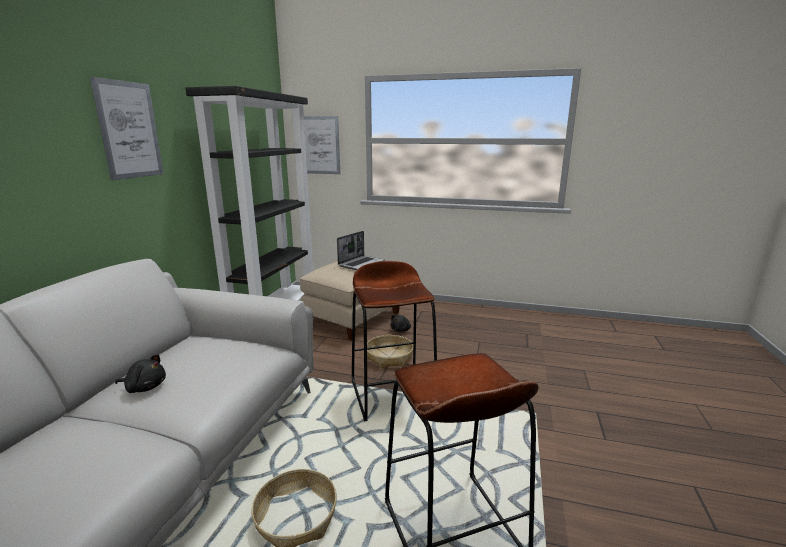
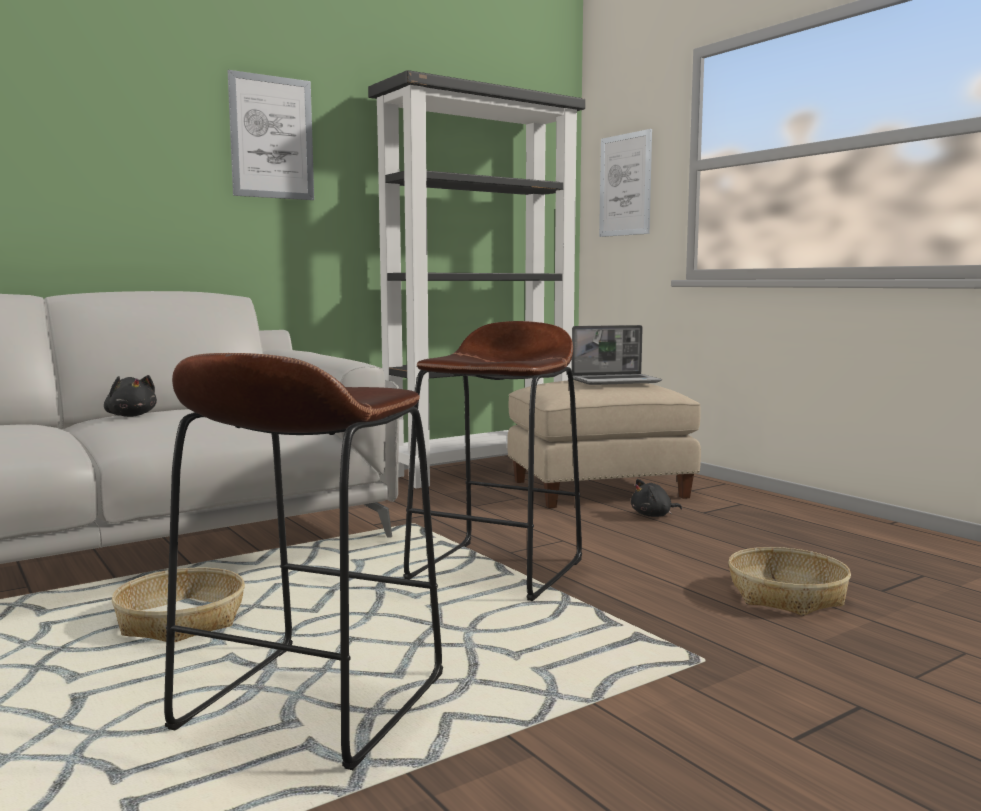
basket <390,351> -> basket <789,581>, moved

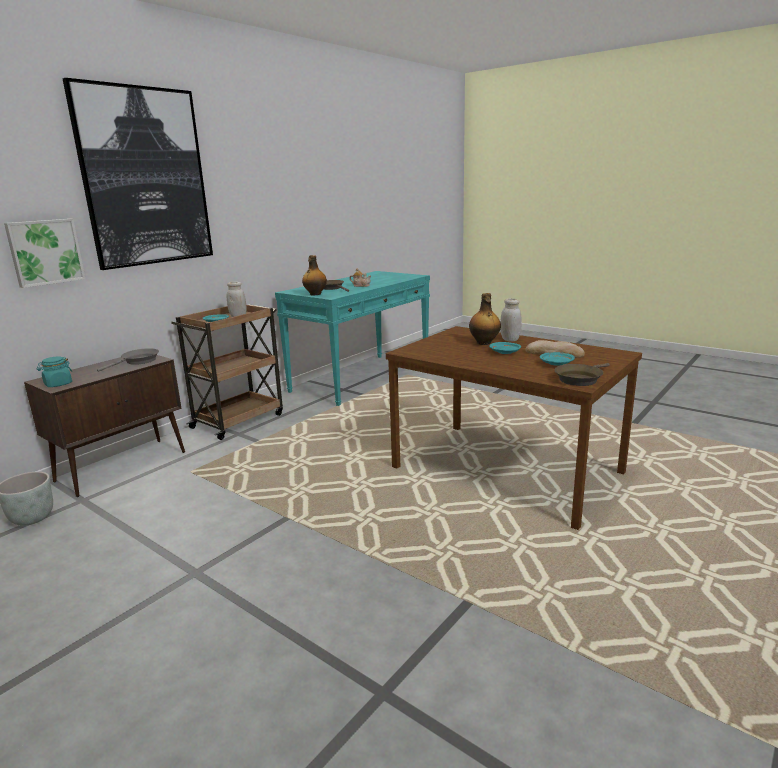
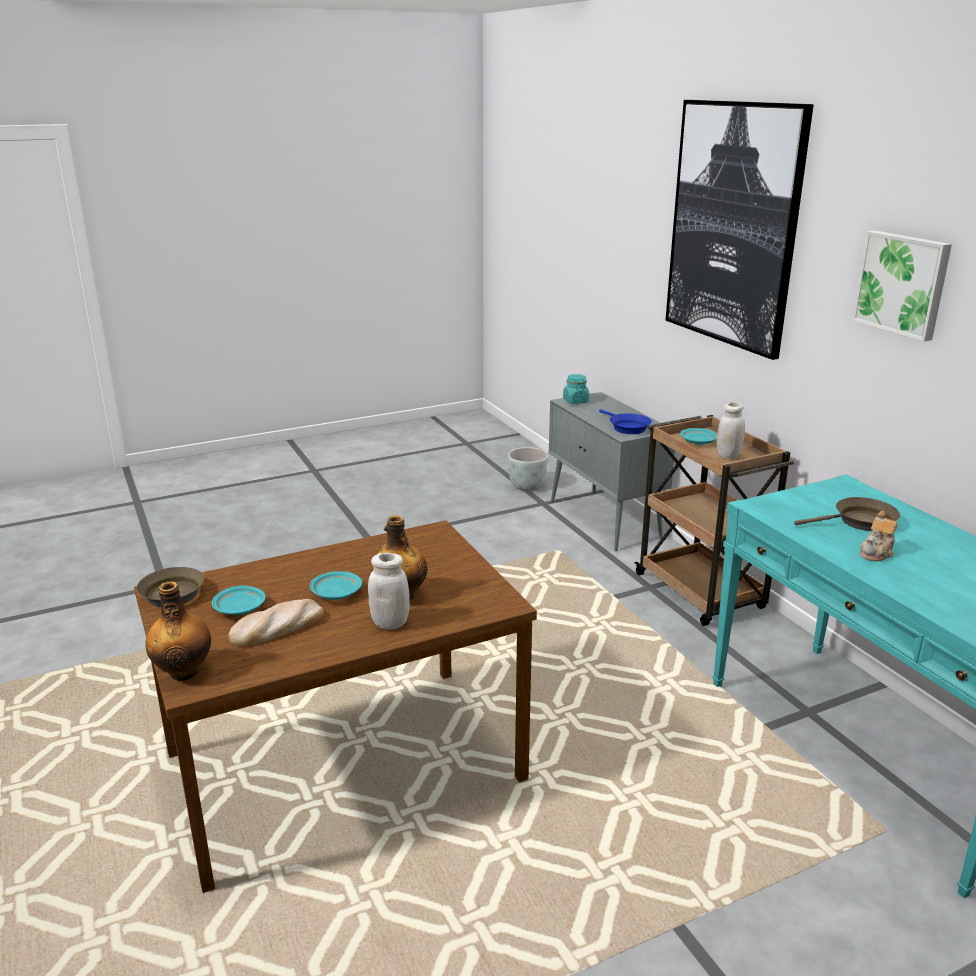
wall art <45,253> -> wall art <902,285>, moved
brown cabinet <104,426> -> grey cabinet <612,471>
grey frying pan <128,360> -> bluish frying pan <625,421>
beverage bottle <314,275> -> beverage bottle <178,631>, moved

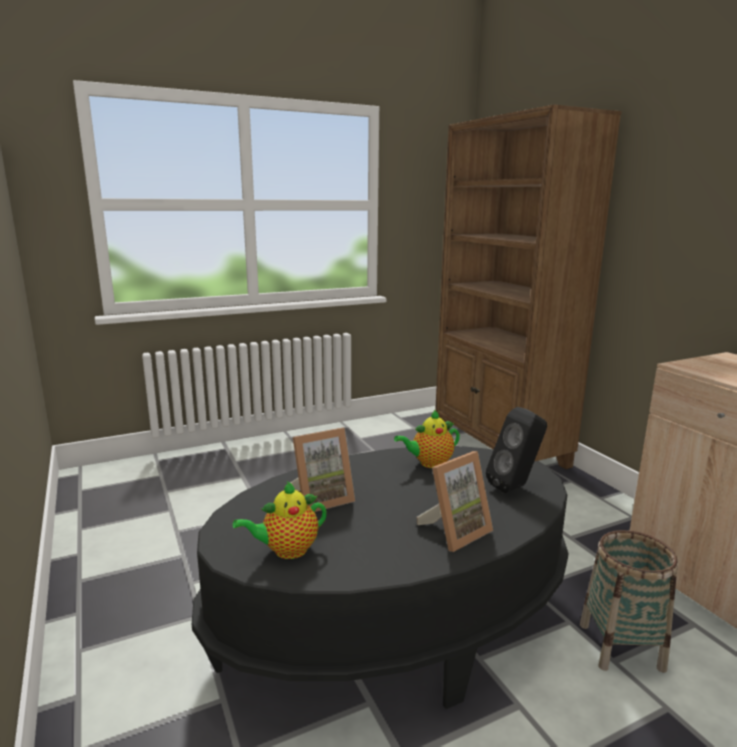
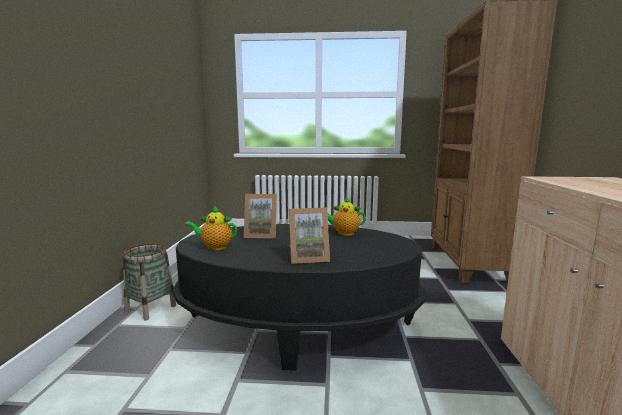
black-coloured audio speaker <516,450> -> none
basket <629,601> -> basket <149,282>, moved

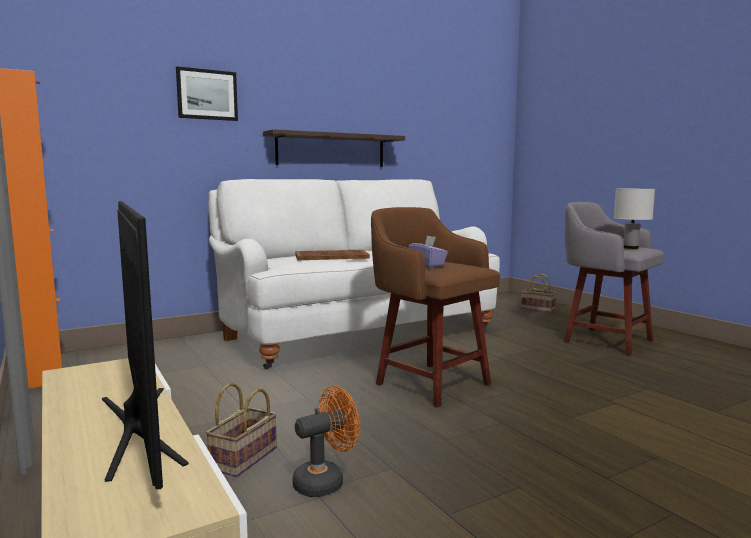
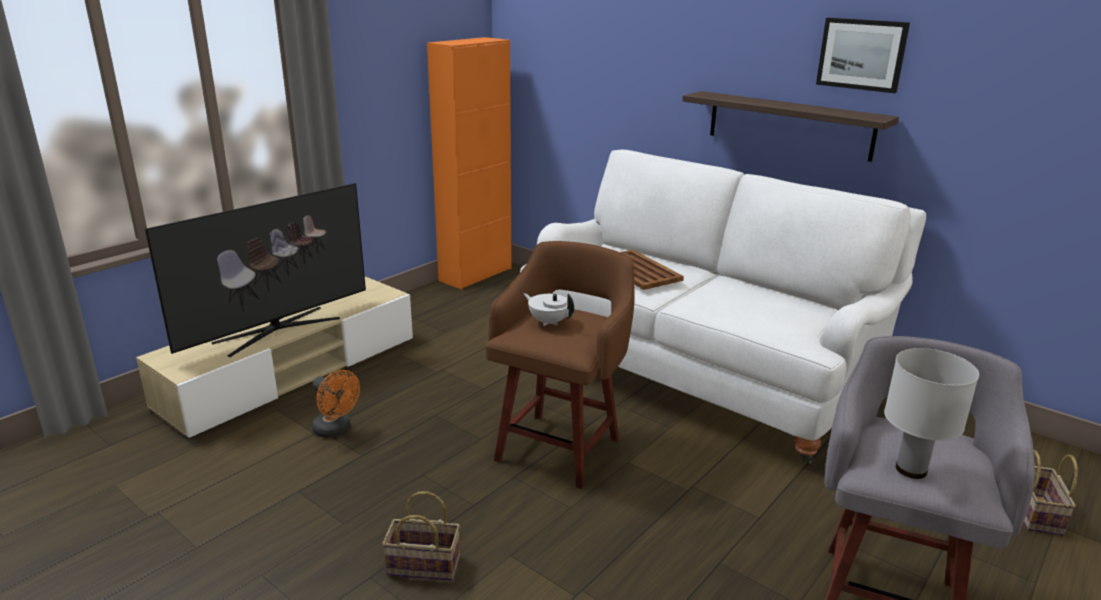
wall art <207,93> -> wall art <863,55>, moved
basket <241,430> -> basket <421,536>, moved
purple tissue holder <428,251> -> whitish pot for tea <549,309>

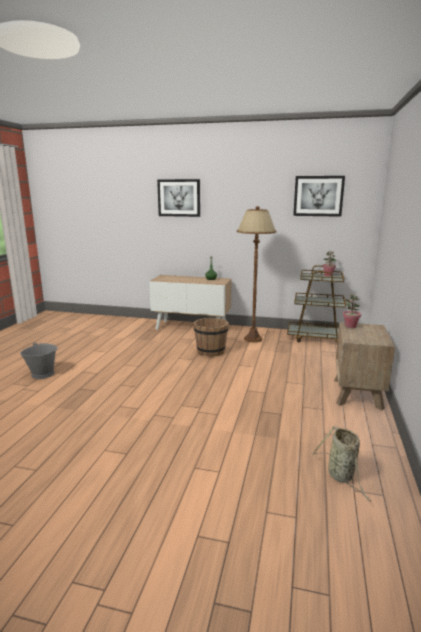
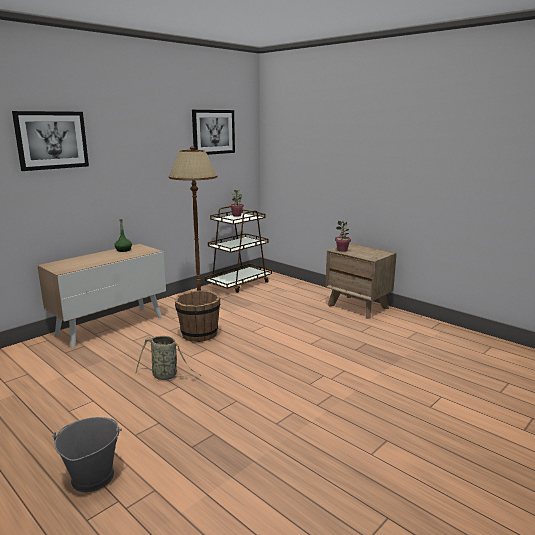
basket <341,463> -> basket <168,358>, moved

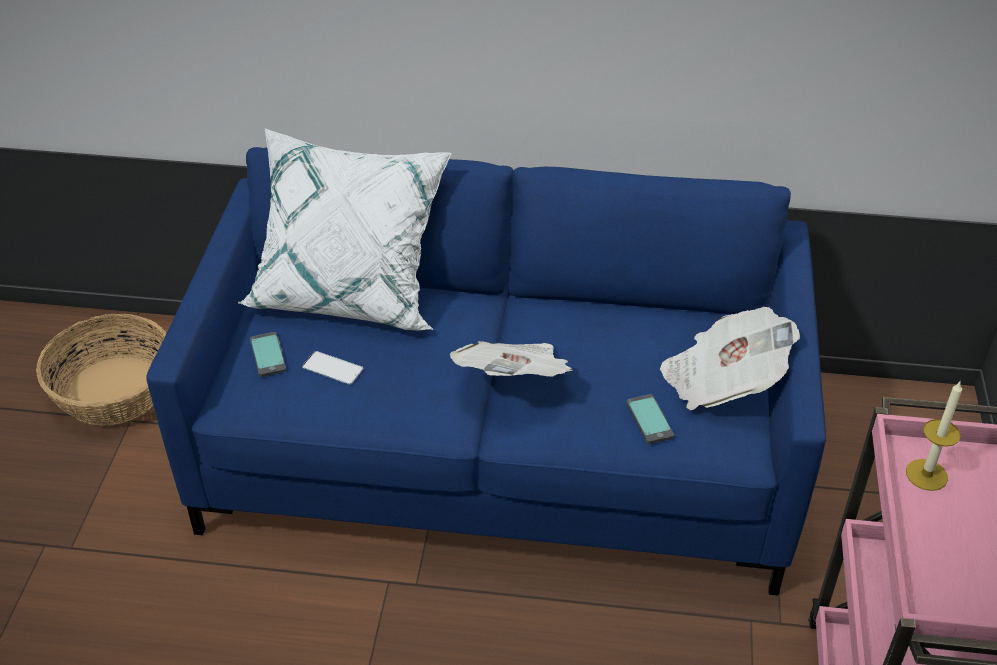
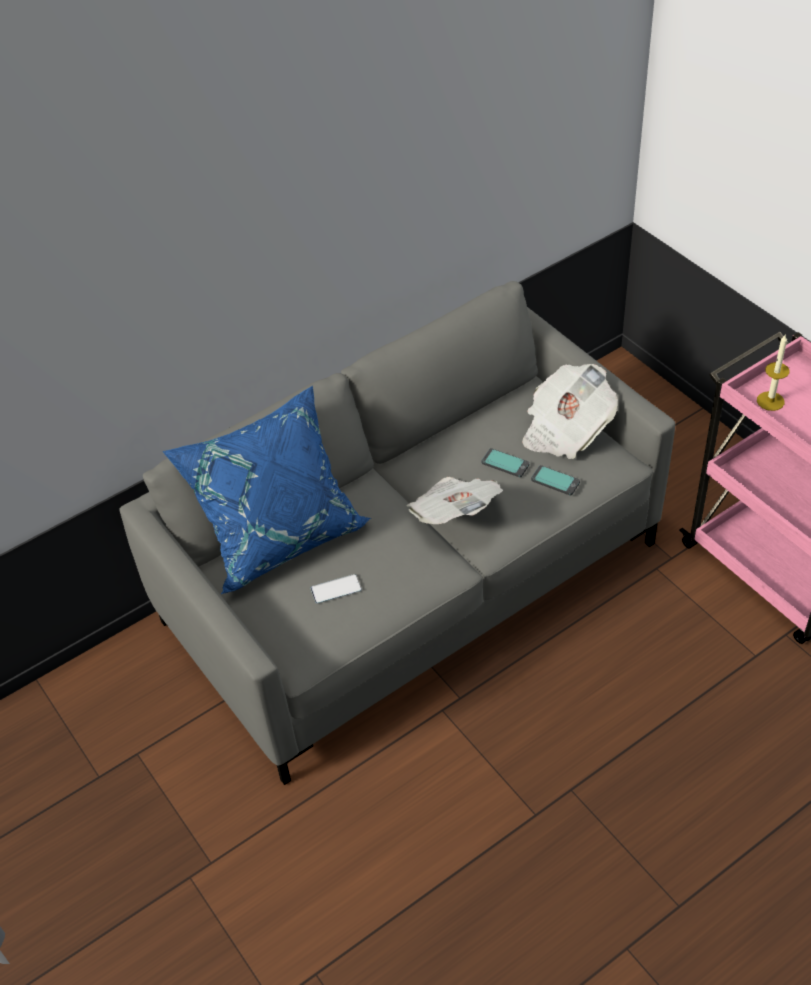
basket <101,370> -> none
bluish couch <486,371> -> grey couch <397,533>
whitish pillow <345,230> -> bluish pillow <266,489>
telephone <268,354> -> telephone <505,462>, moved

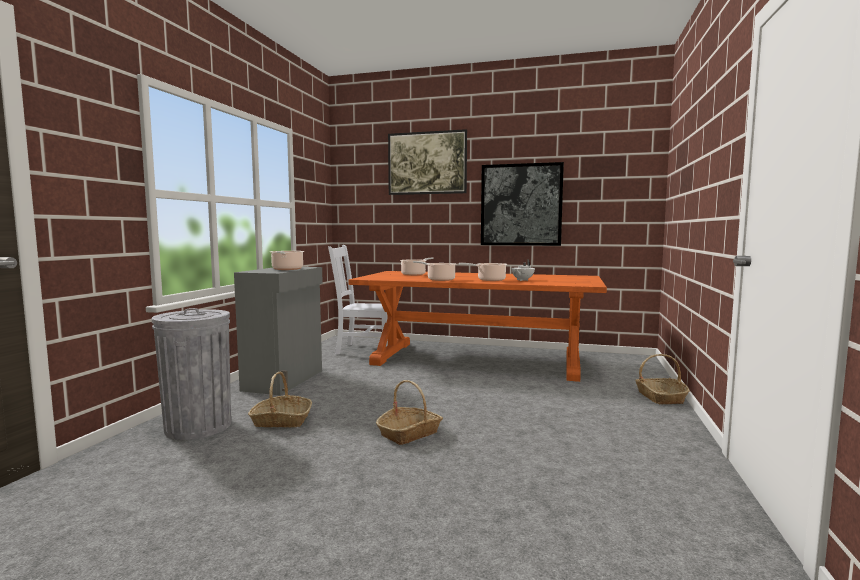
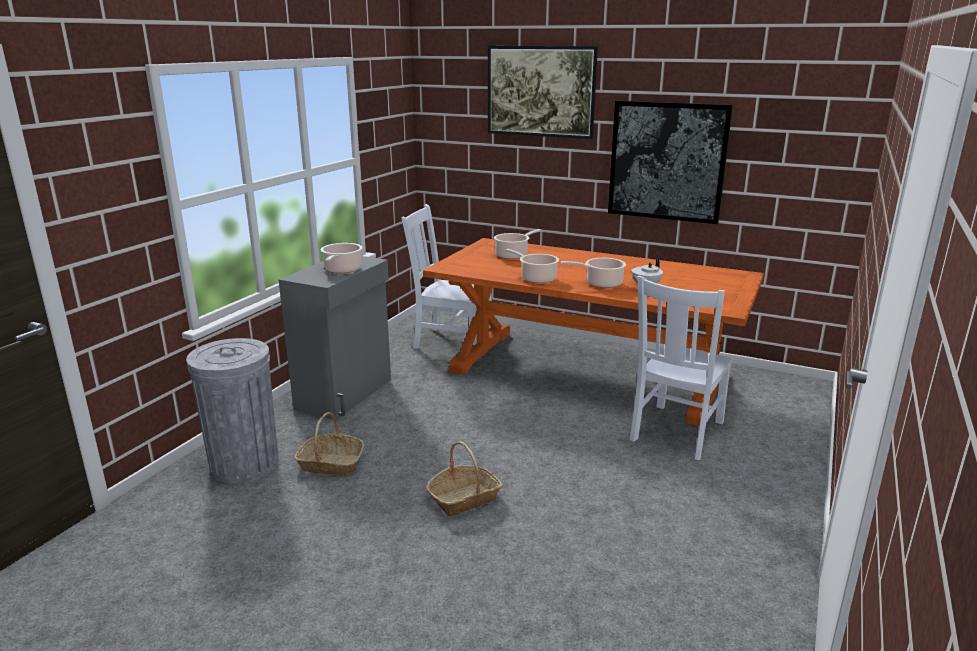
basket <662,379> -> none
none -> whitish chair <681,368>

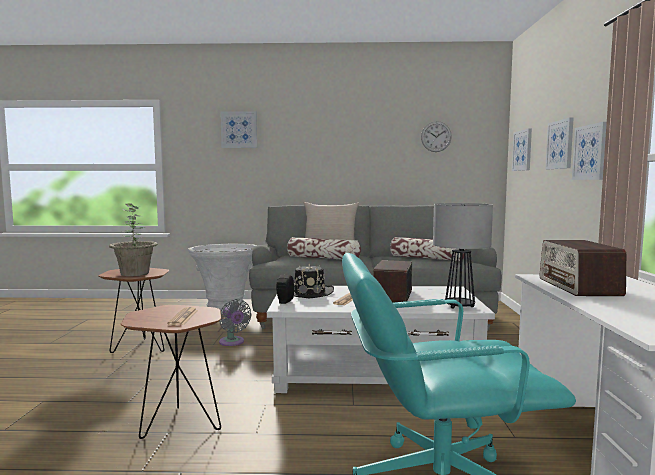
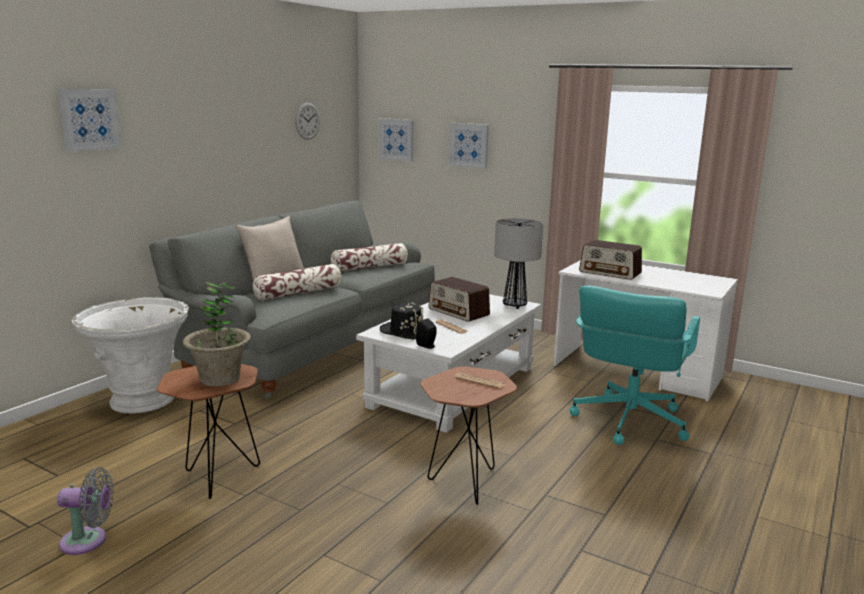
grey fan <235,322> -> grey fan <85,511>, moved
wall art <589,151> -> none

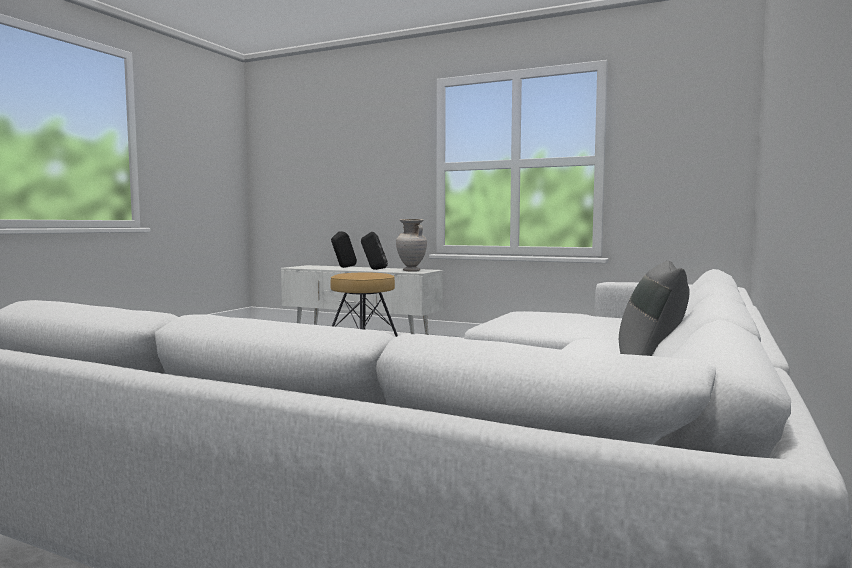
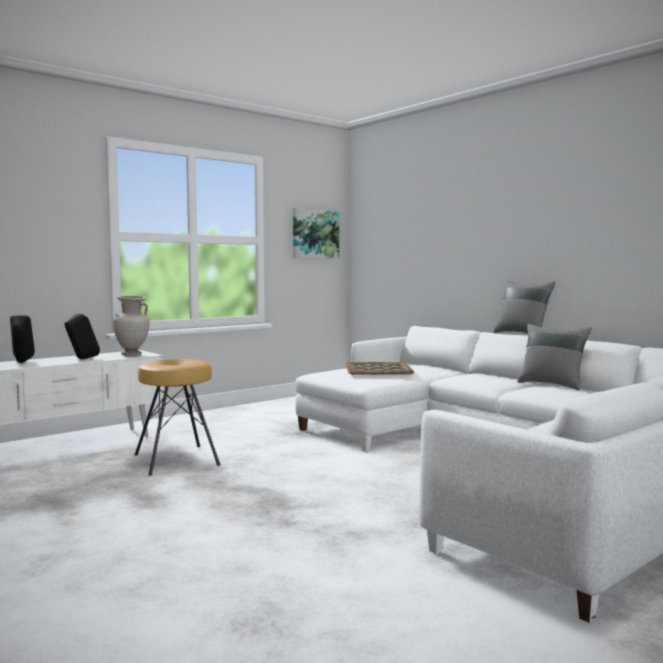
none -> wall art <316,233>
none -> carrying tray <380,368>
none -> grey pillow <525,307>

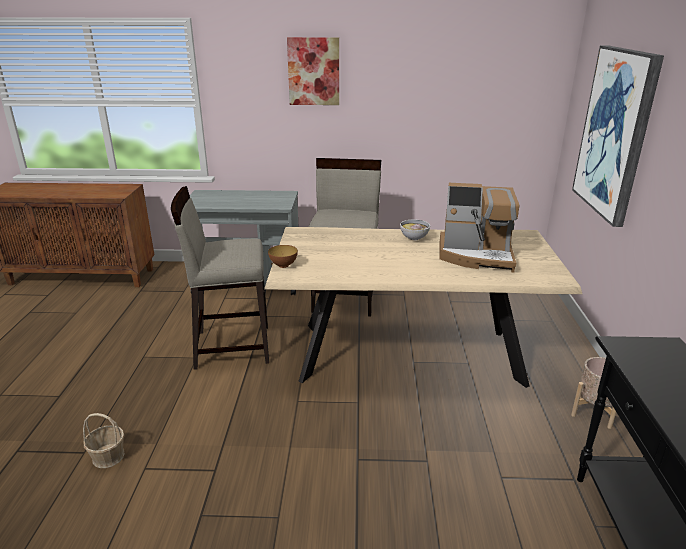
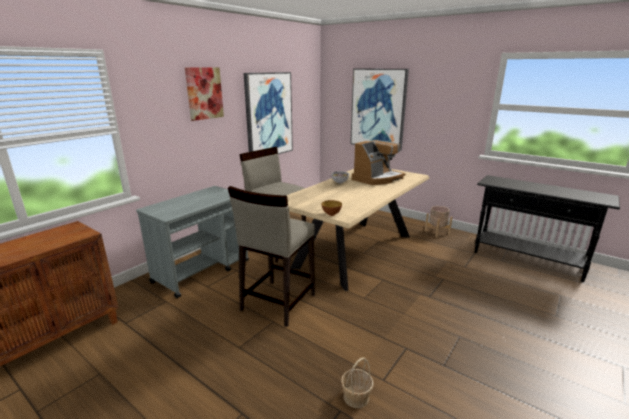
none -> wall art <268,113>

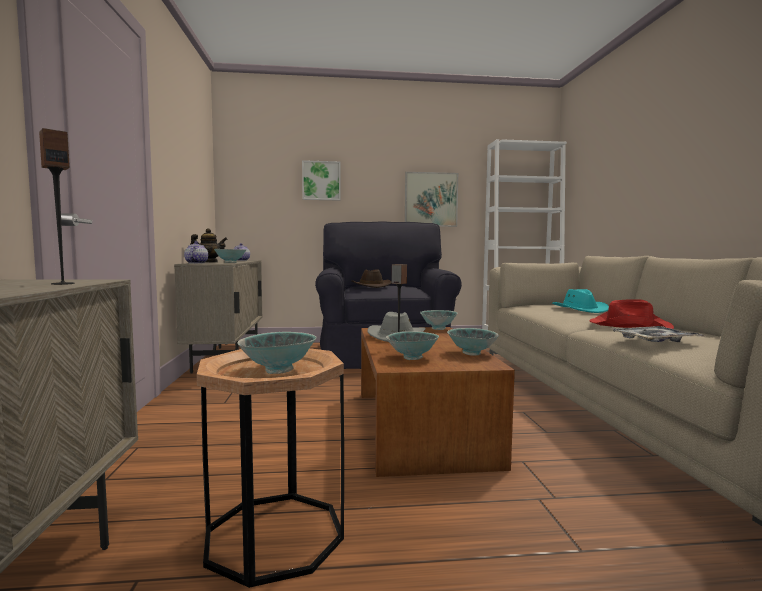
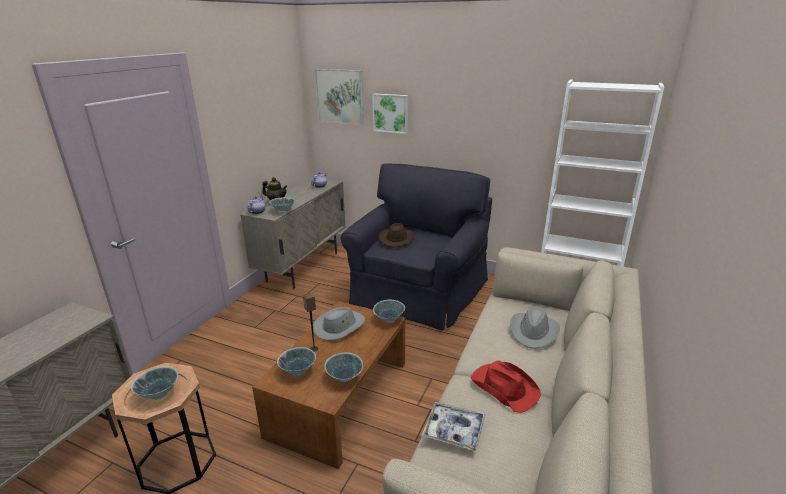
audio speaker <57,206> -> none
wall art <431,199> -> wall art <339,97>, moved
turquoise hat <580,301> -> grey hat <535,327>

